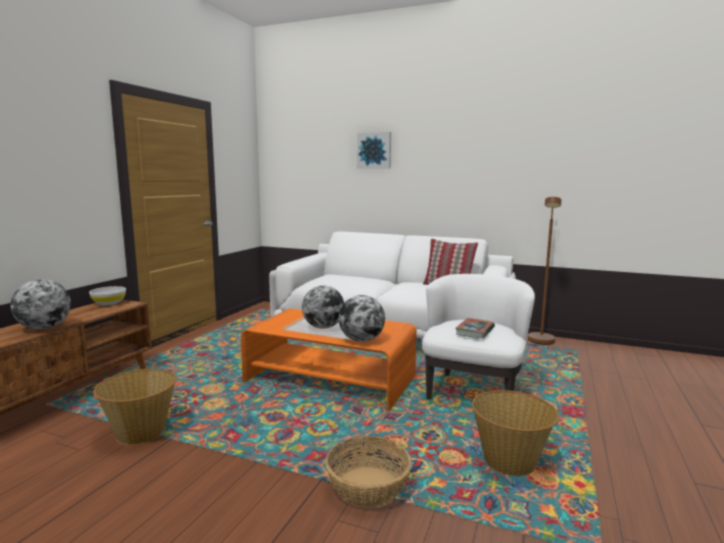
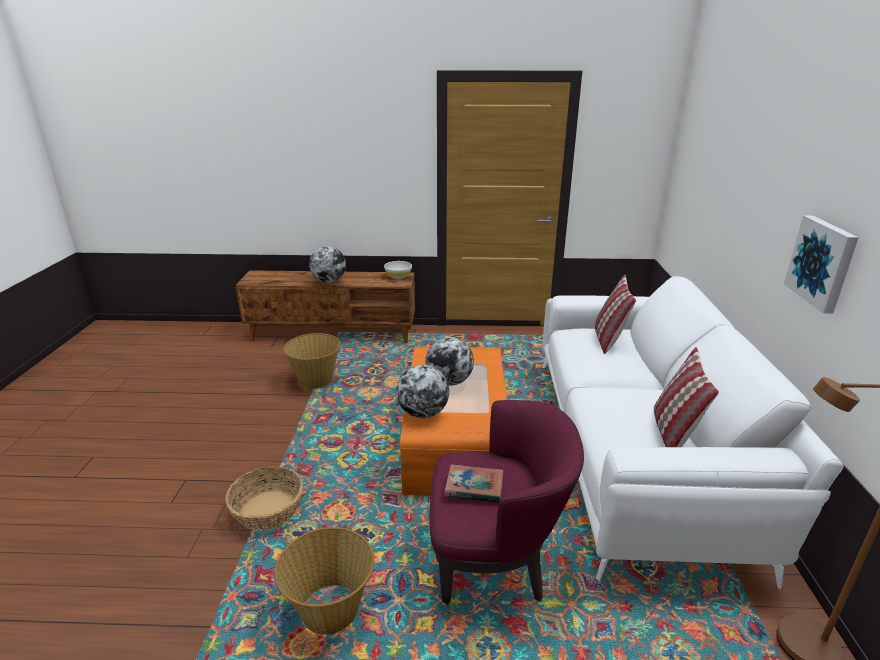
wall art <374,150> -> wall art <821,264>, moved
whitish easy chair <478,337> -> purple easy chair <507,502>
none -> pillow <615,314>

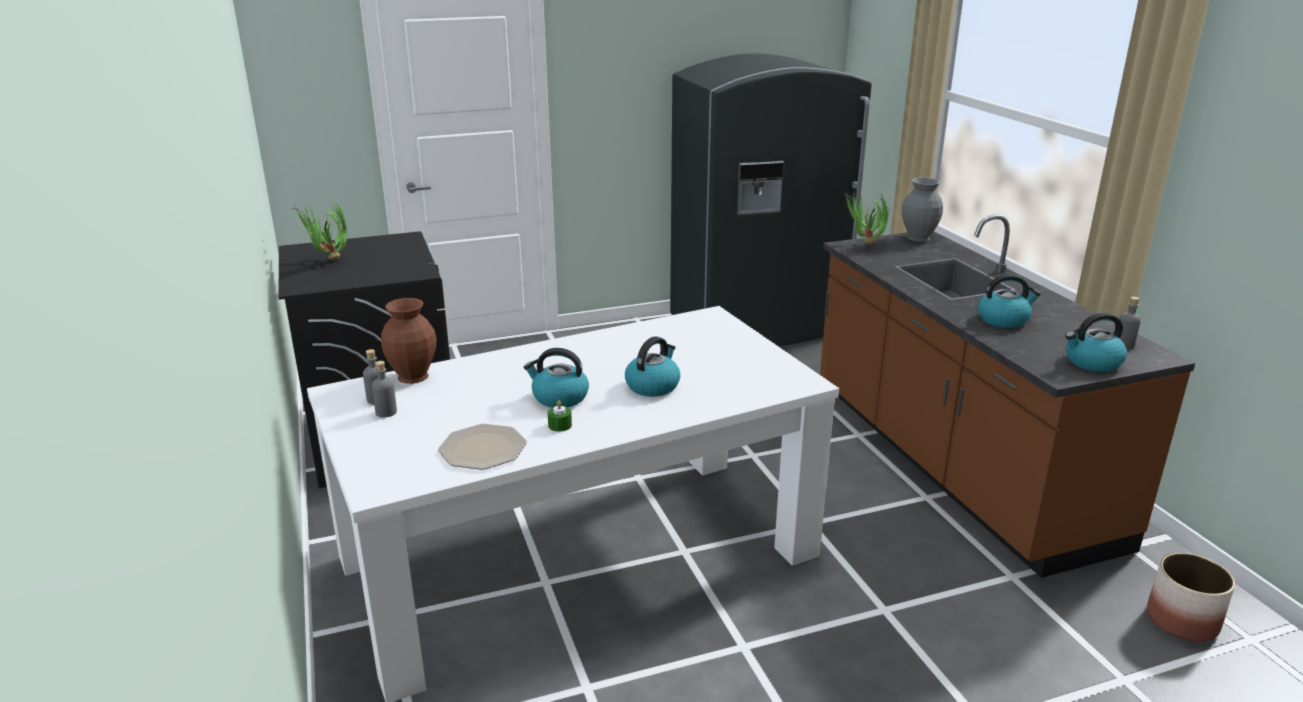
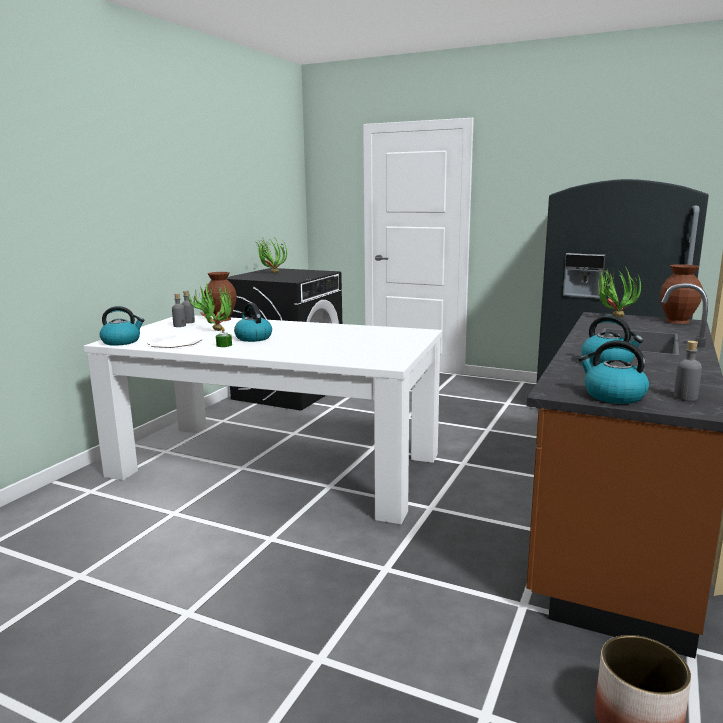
water kettle <652,366> -> water kettle <122,326>, moved
grey flower vase <922,209> -> brown flower vase <681,294>
none -> potted plant <209,307>

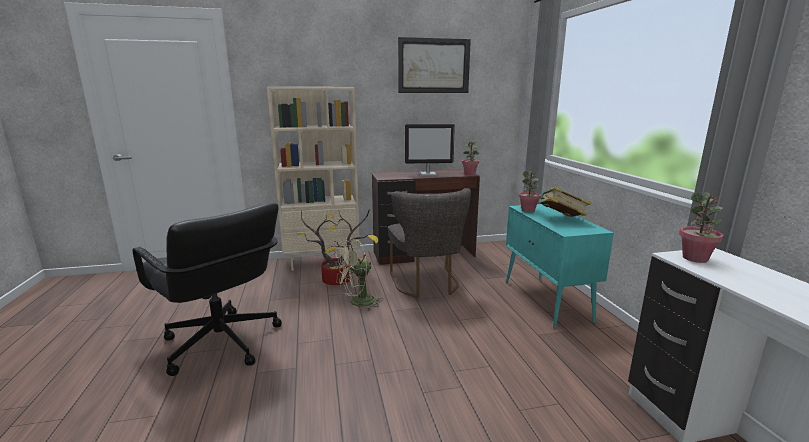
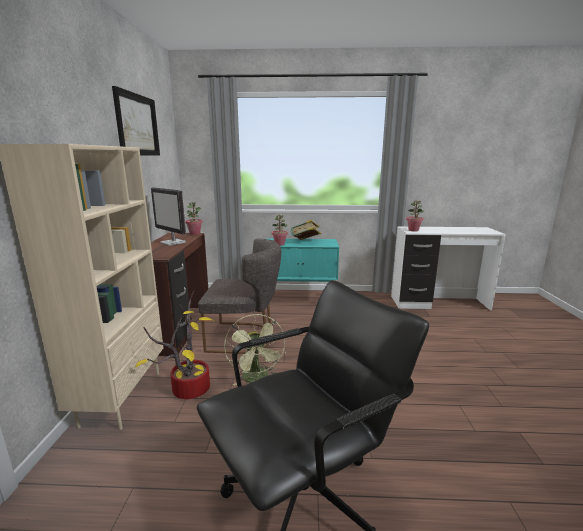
computer screen <430,150> -> computer screen <168,216>, 120 degrees clockwise

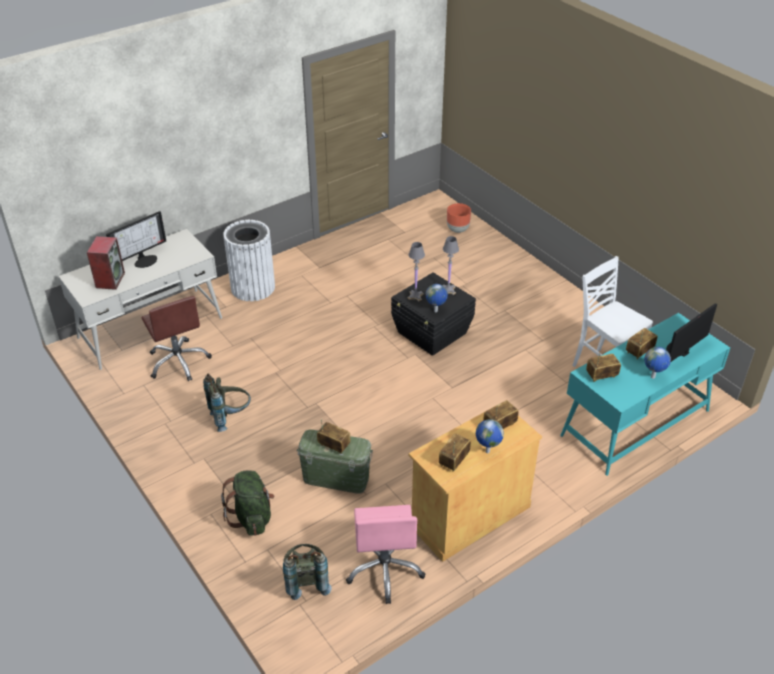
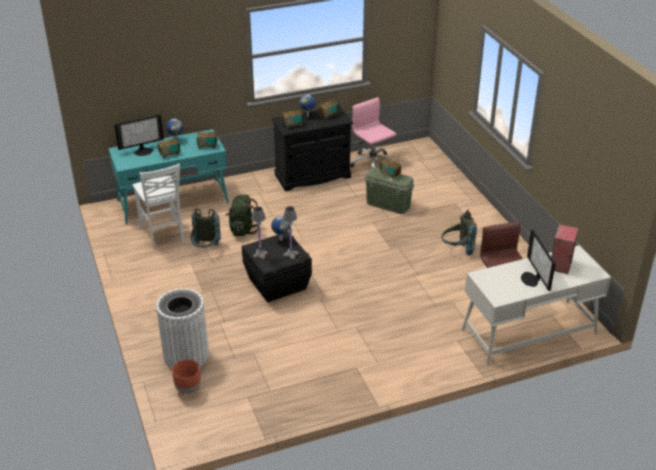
computer screen <136,239> -> computer screen <538,260>, 75 degrees counterclockwise
green-coloured rucksack <247,503> -> green-coloured rucksack <241,215>, moved
whitish trash can <249,260> -> whitish trash can <182,328>, moved
grey rucksack <307,572> -> grey rucksack <205,228>, moved
pink office chair <385,554> -> pink office chair <373,132>, 45 degrees counterclockwise
sand-coloured cabinet <475,487> -> black-coloured cabinet <312,148>

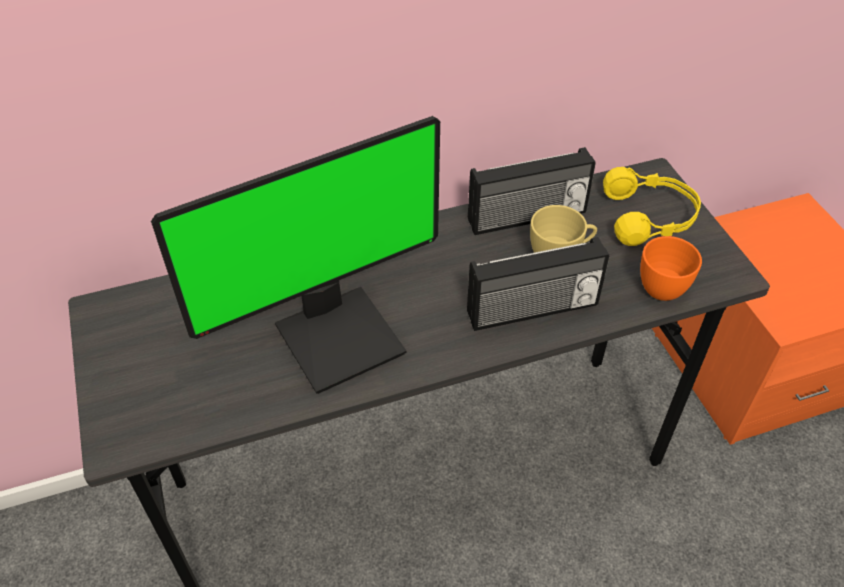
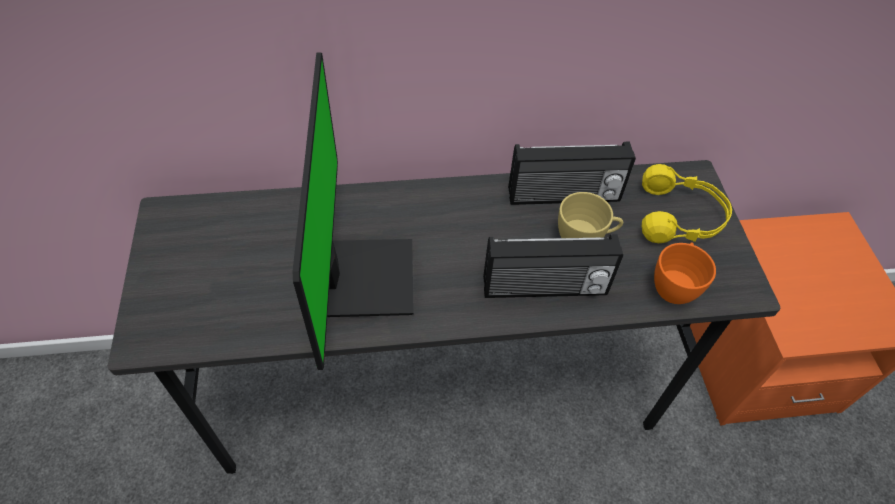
computer screen <295,255> -> computer screen <353,211>, 75 degrees counterclockwise

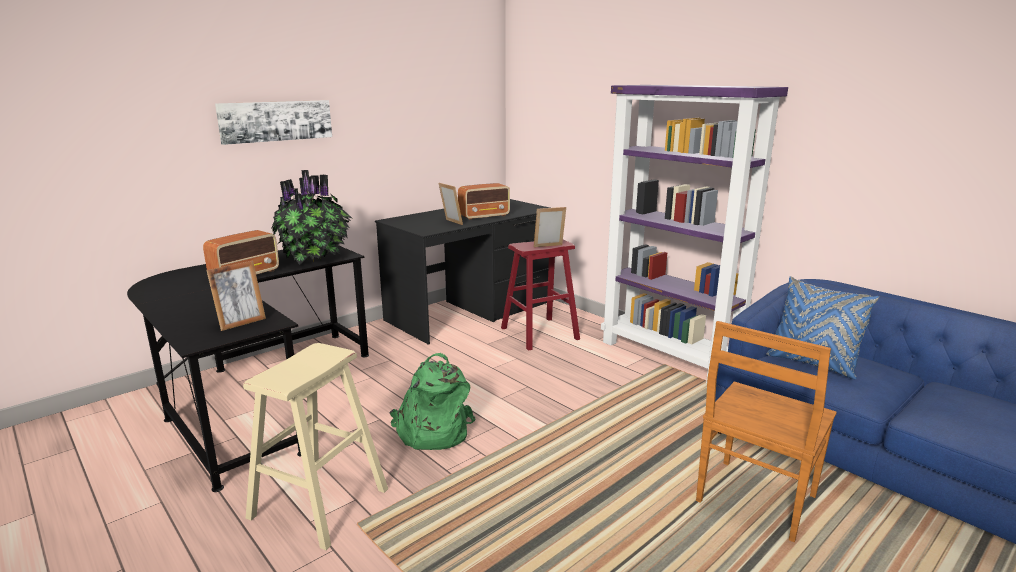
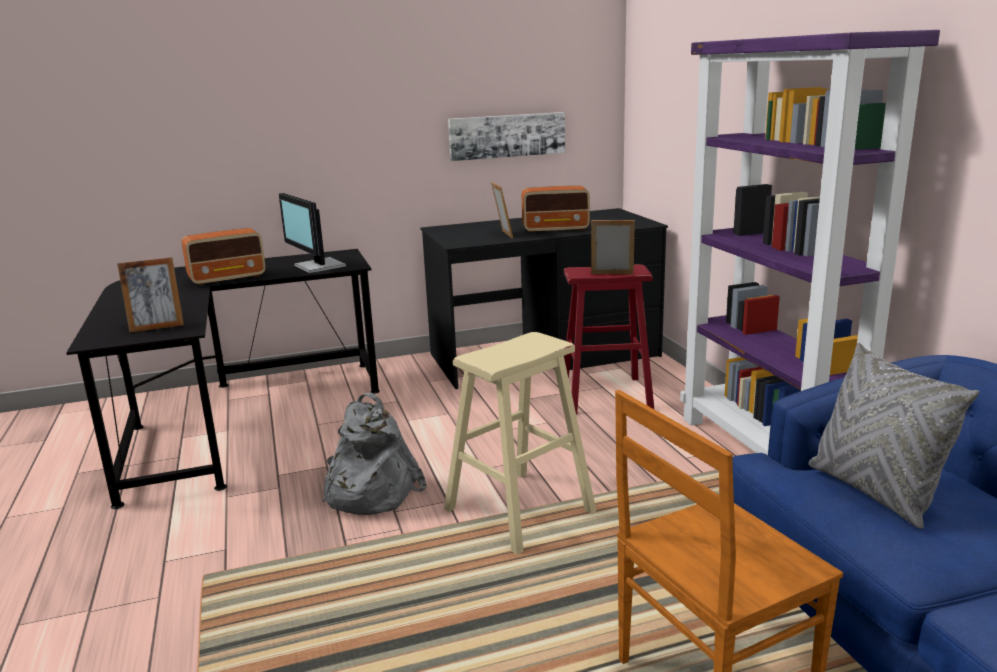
wall art <273,122> -> wall art <506,136>, moved
sand-coloured sitting stool <315,446> -> sand-coloured sitting stool <520,443>, moved
potted plant <311,217> -> computer screen <312,233>
green-coloured rucksack <432,401> -> grey rucksack <374,454>
bluish pillow <822,327> -> grey pillow <894,436>

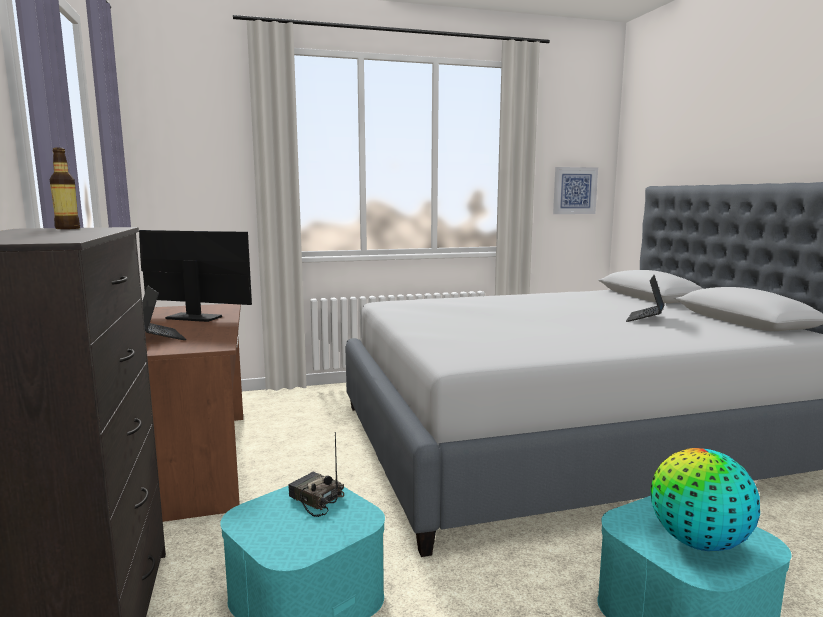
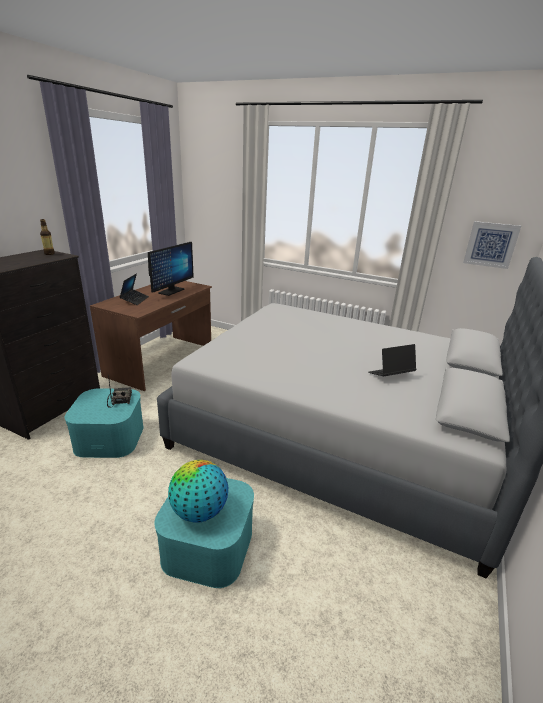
computer screen <195,276> -> computer screen <171,269>, 60 degrees clockwise

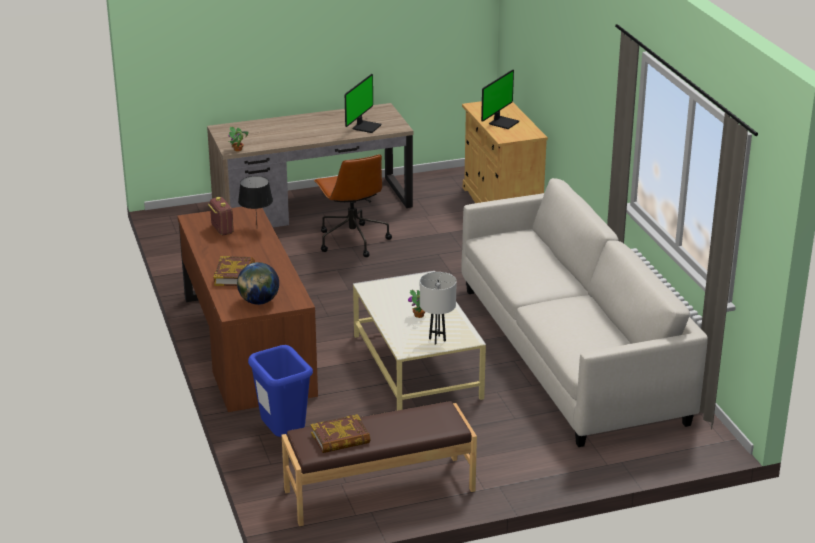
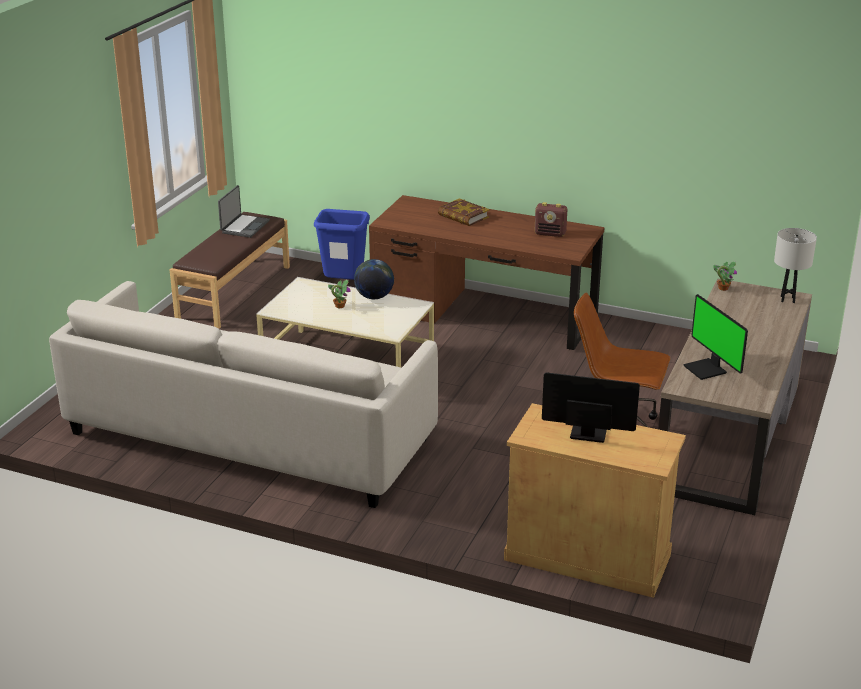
world globe <258,283> -> world globe <374,279>, moved
black-coloured tabletop lamp <255,199> -> none
book <340,433> -> laptop <244,211>
whitish tabletop lamp <438,308> -> whitish tabletop lamp <795,265>, moved
computer screen <500,99> -> computer screen <591,407>, 120 degrees clockwise

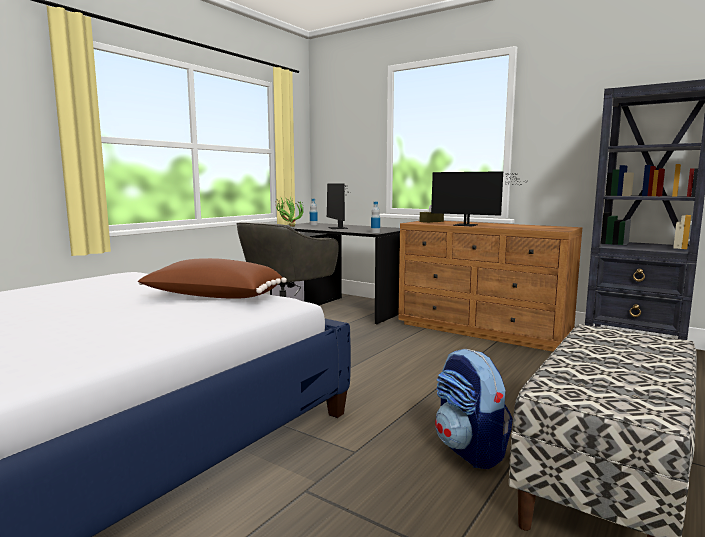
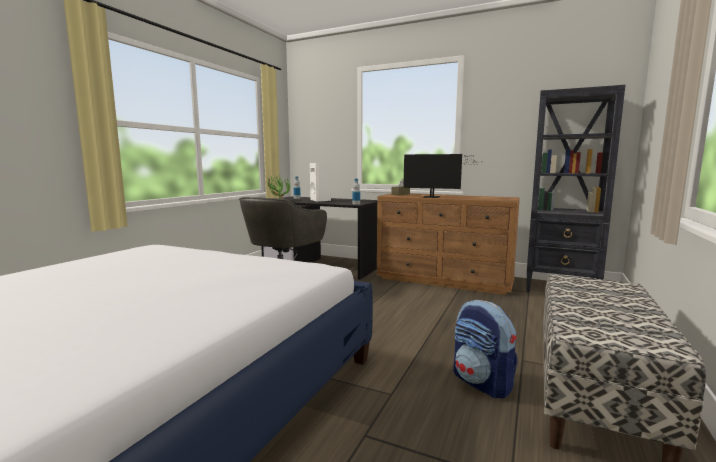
brown pillow <212,278> -> none
computer screen <337,206> -> whitish audio speaker <320,182>

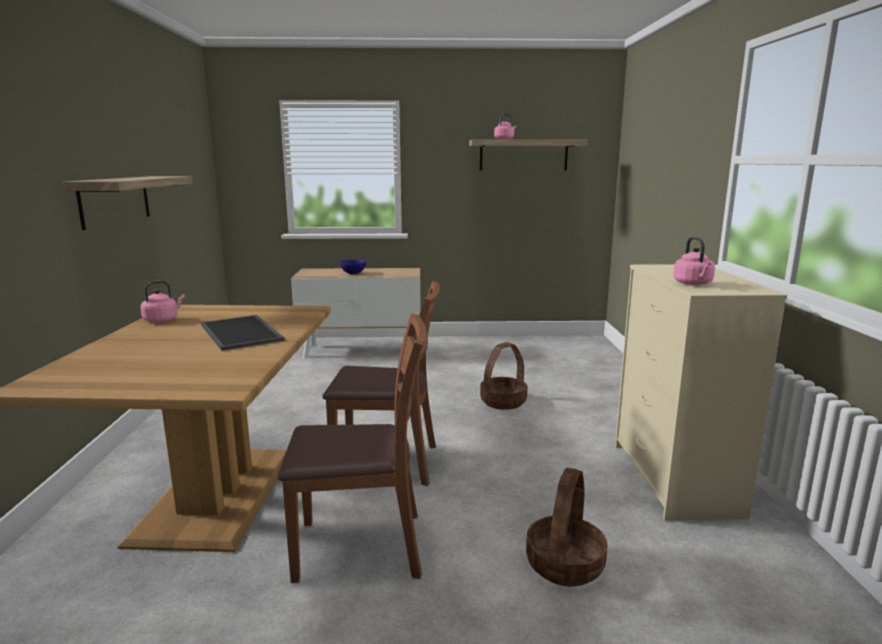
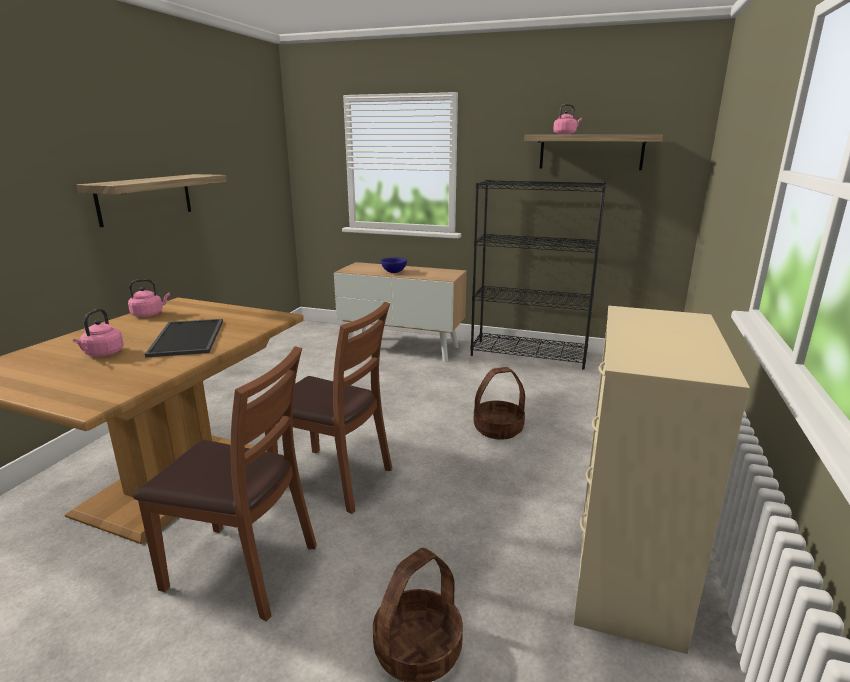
pink water kettle <694,261> -> pink water kettle <98,332>, moved
none -> black-coloured shelving unit <538,275>

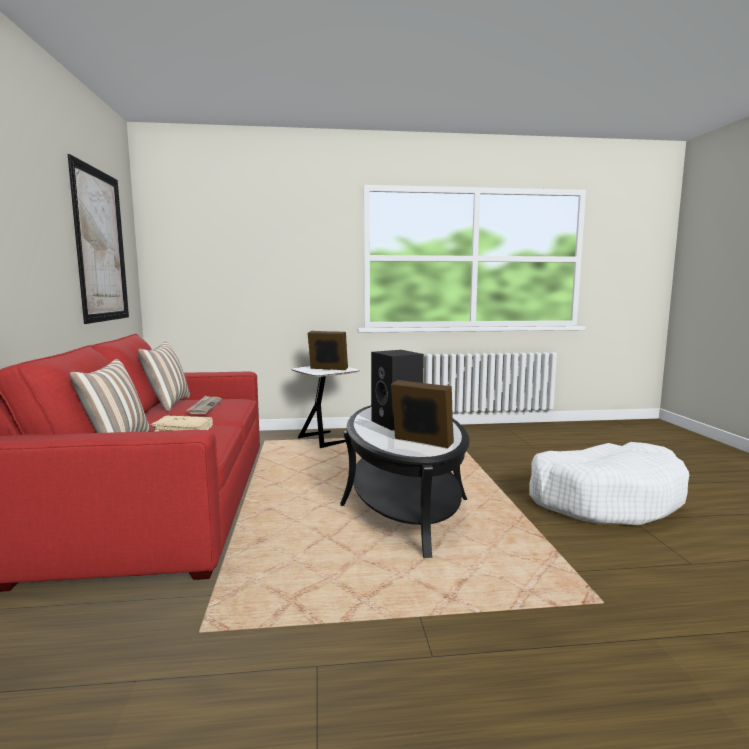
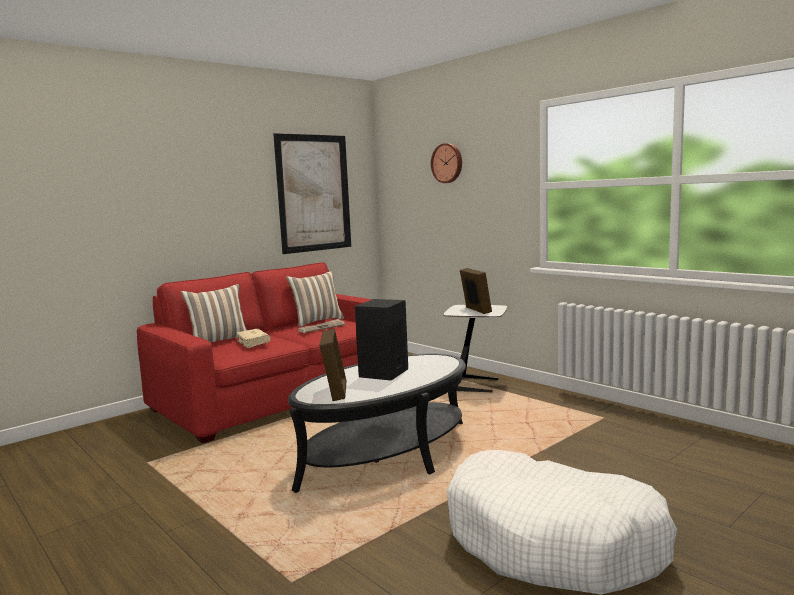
none -> hanging clock <446,163>

